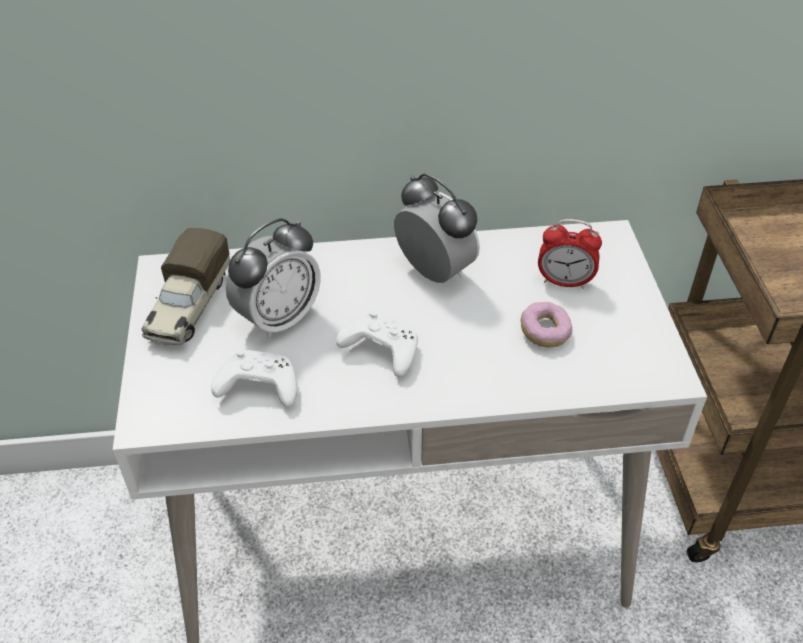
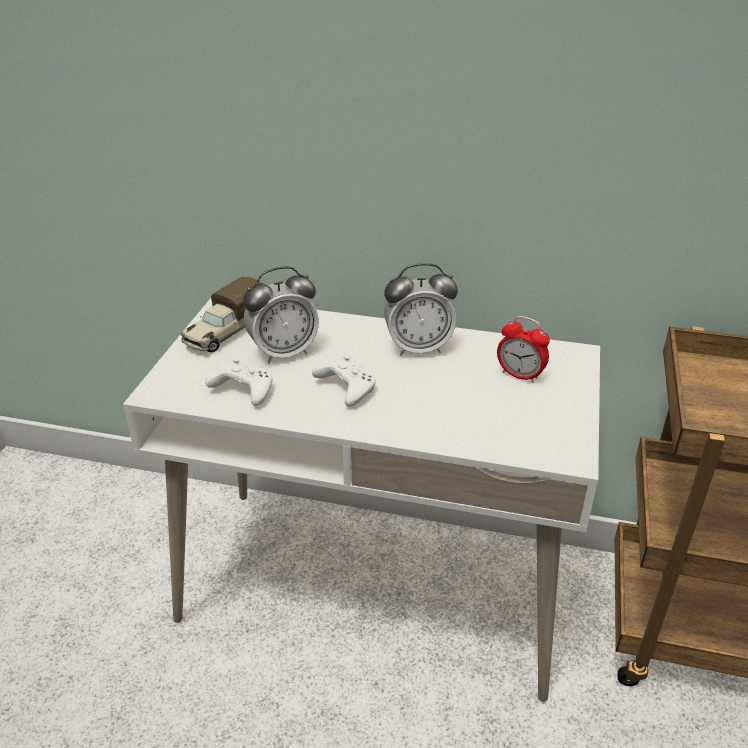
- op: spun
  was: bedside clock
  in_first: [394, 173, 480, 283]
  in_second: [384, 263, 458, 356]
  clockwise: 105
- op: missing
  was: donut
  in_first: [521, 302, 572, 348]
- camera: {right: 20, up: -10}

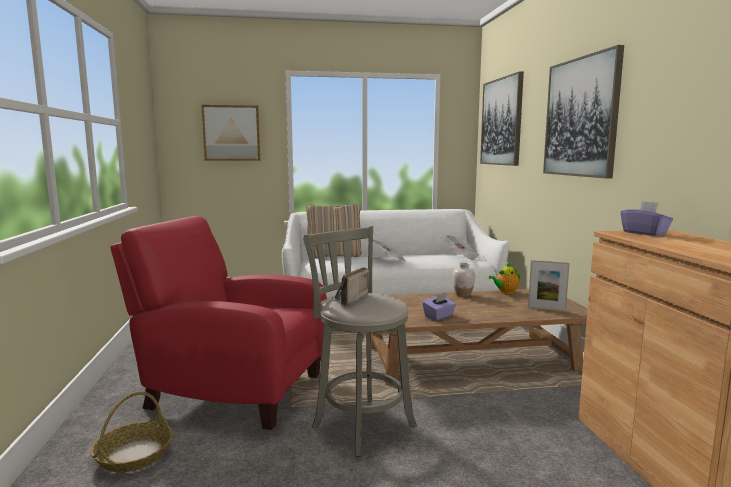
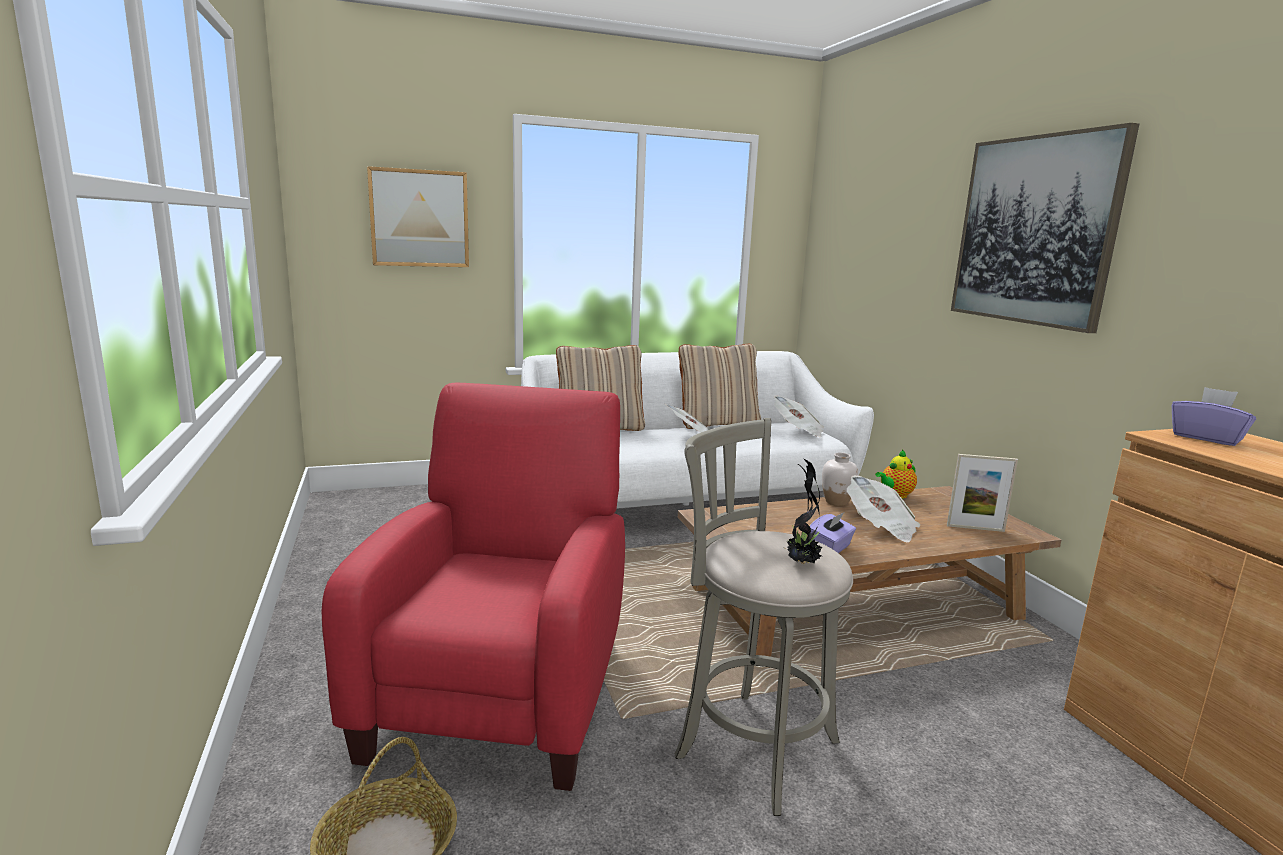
- op: spun
  was: red-coloured lounge chair
  in_first: [110, 216, 327, 430]
  in_second: [322, 383, 625, 791]
  clockwise: 90
- op: appeared
  now: sand-coloured cushion
  in_second: [679, 344, 761, 429]
- op: appeared
  now: potted plant
  in_second: [786, 458, 822, 564]
- op: appeared
  now: daily paper
  in_second: [847, 475, 920, 543]
- op: missing
  was: radio receiver
  in_first: [334, 267, 369, 306]
- op: missing
  was: wall picture
  in_first: [480, 71, 524, 166]
- camera: {right: -10, up: 5}

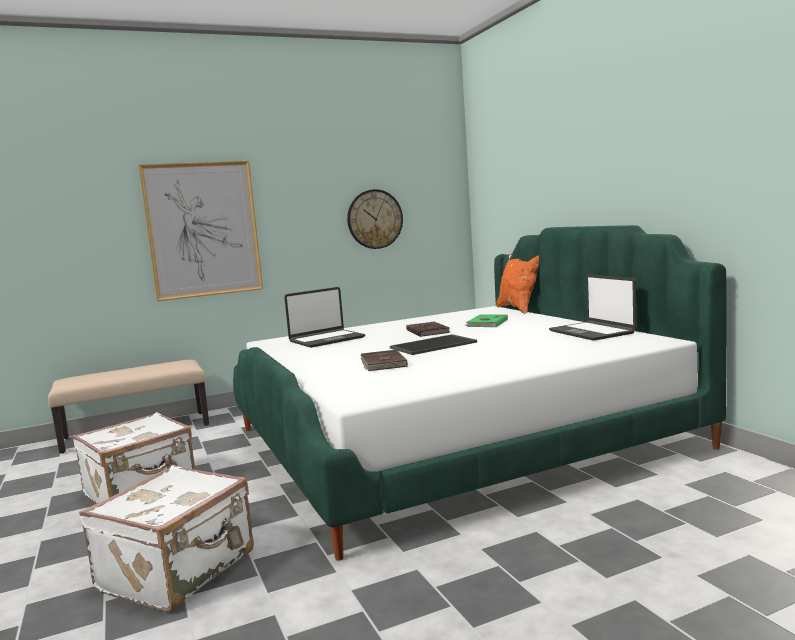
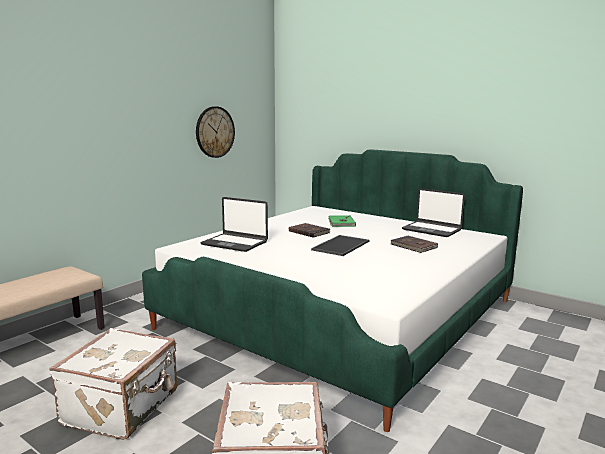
- op: spun
  was: portable computer
  in_first: [284, 287, 365, 348]
  in_second: [200, 197, 268, 252]
  clockwise: 90
- op: relocated
  was: brown-coloured volume
  in_first: [360, 349, 408, 371]
  in_second: [391, 236, 438, 253]
- op: missing
  was: wall picture
  in_first: [139, 161, 263, 301]
- op: missing
  was: orangey cushion
  in_first: [496, 253, 539, 314]
- camera: {right: -30, up: 5}

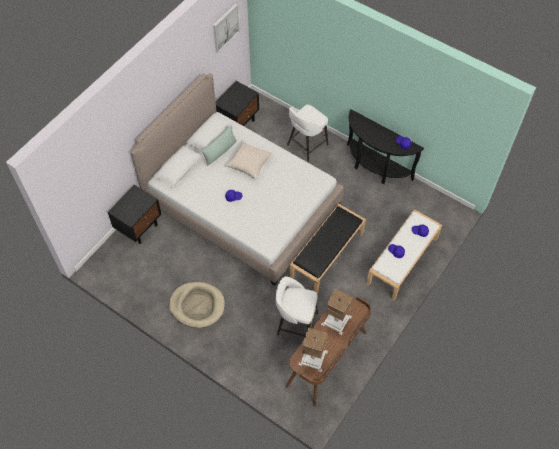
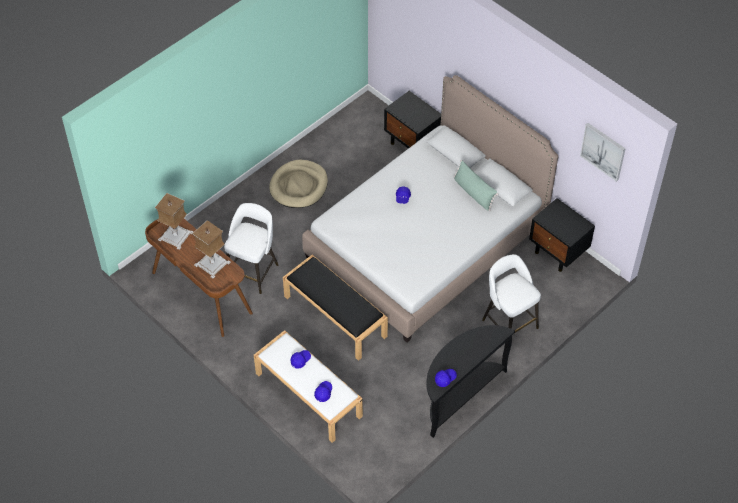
- op: missing
  was: sand-coloured cushion
  in_first: [225, 141, 273, 179]
- camera: {right: 100, up: -5}

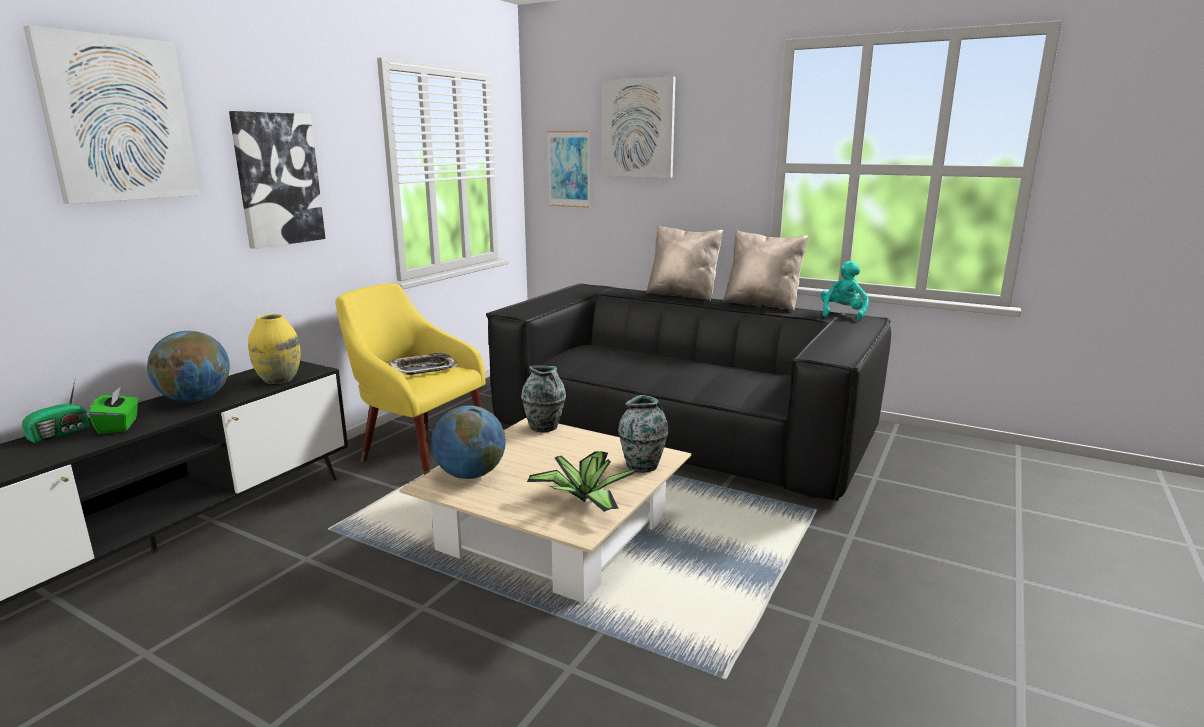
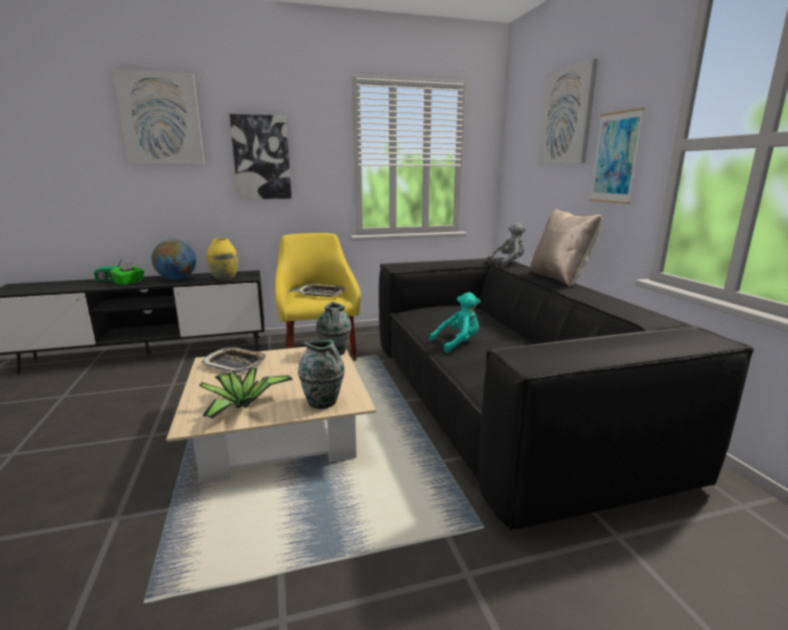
- op: exchanged
  was: desk globe
  now: serving tray
  in_first: [431, 405, 506, 479]
  in_second: [201, 347, 266, 373]
- op: relocated
  was: blue-green plush toy
  in_first: [820, 261, 869, 321]
  in_second: [430, 292, 481, 353]
- op: appeared
  now: grey plush toy
  in_second: [486, 223, 526, 267]
- op: relocated
  was: wall picture
  in_first: [548, 131, 590, 208]
  in_second: [590, 108, 645, 204]
- op: missing
  was: sand-coloured cushion
  in_first: [722, 230, 808, 311]
- camera: {right: 45, up: 0}

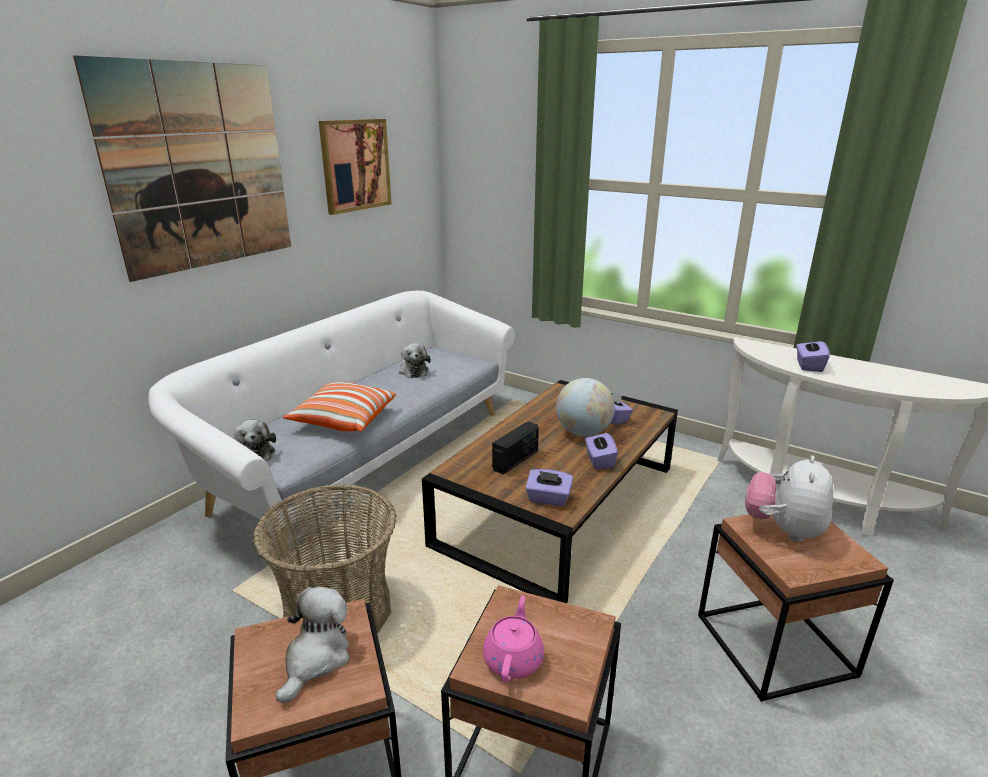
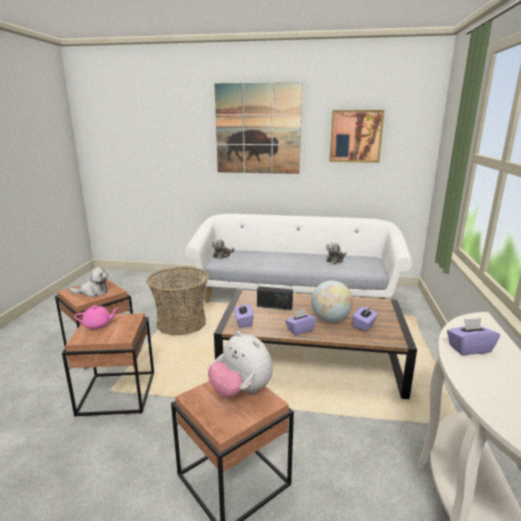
- op: spun
  was: plush toy
  in_first: [745, 456, 833, 542]
  in_second: [208, 331, 273, 398]
  clockwise: -135
- op: missing
  was: cushion
  in_first: [283, 382, 396, 432]
- camera: {right: 65, up: -5}

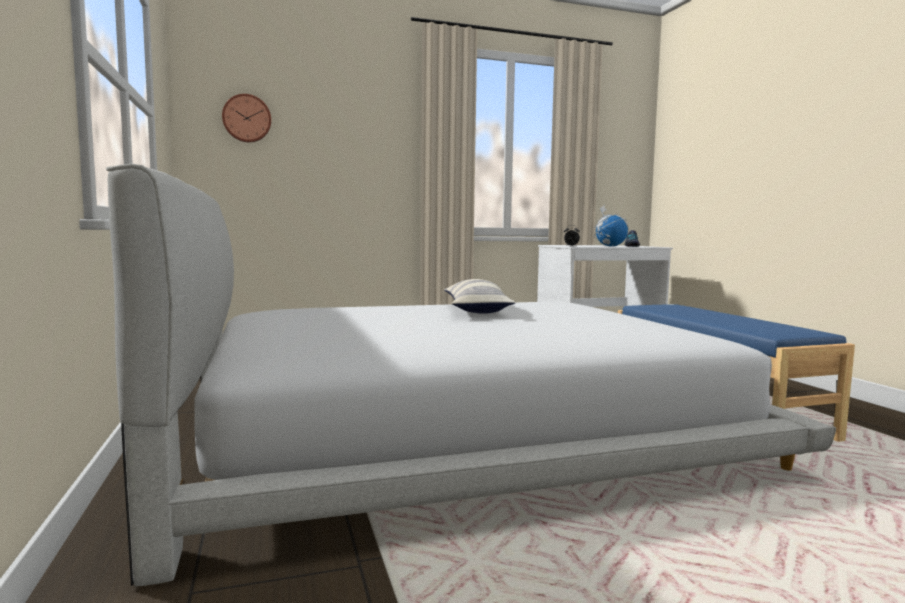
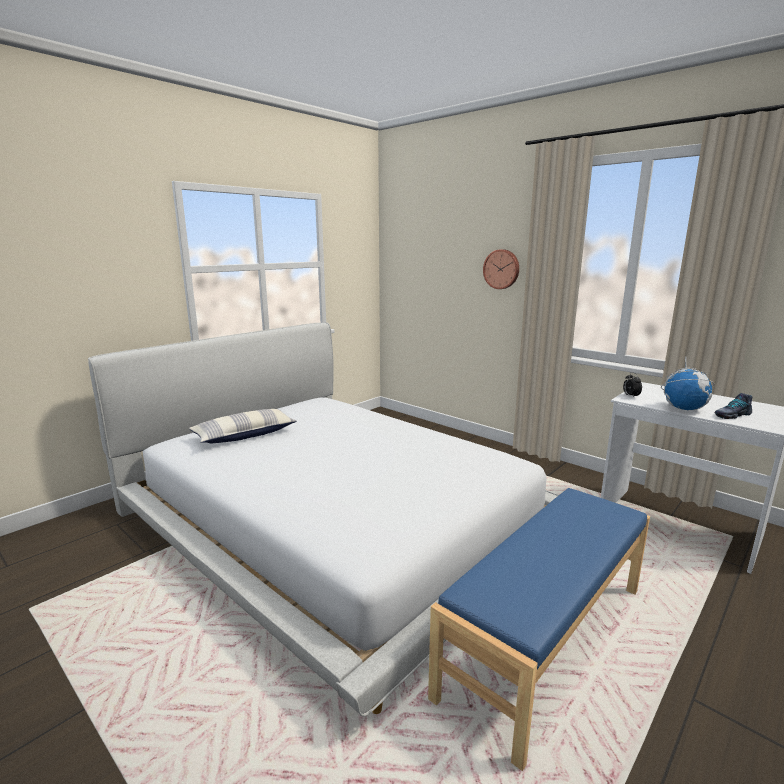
- op: relocated
  was: cushion
  in_first: [444, 279, 515, 314]
  in_second: [189, 409, 297, 443]
- op: relocated
  was: clock on the wall
  in_first: [222, 94, 271, 143]
  in_second: [483, 249, 519, 289]
- camera: {right: 60, up: 10}

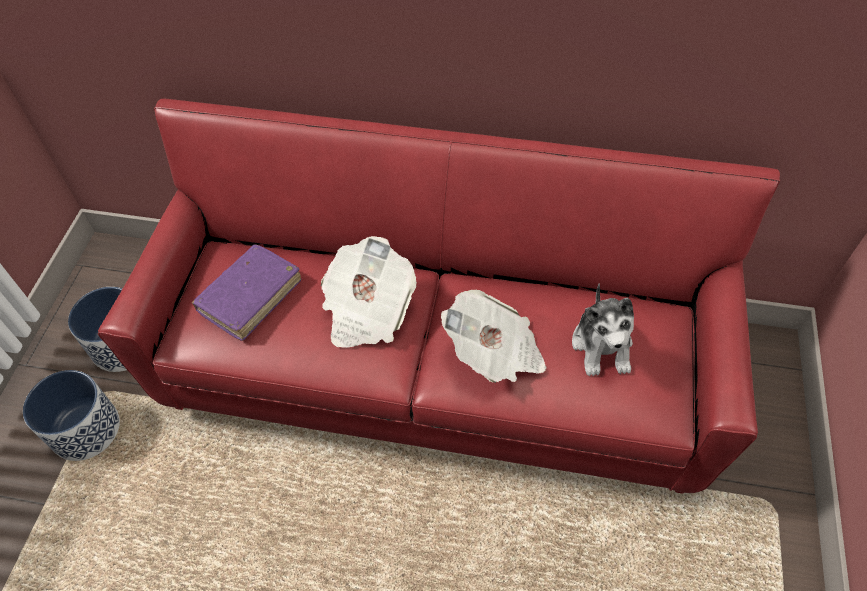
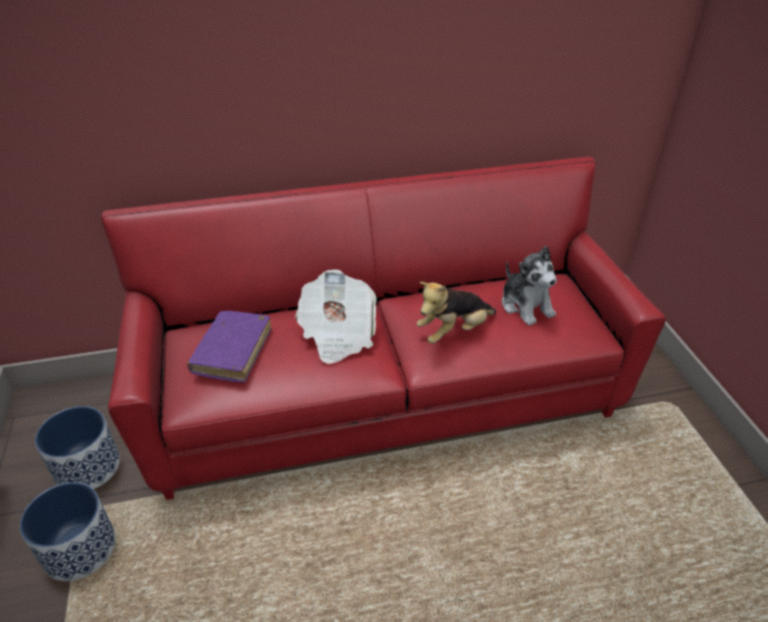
- op: exchanged
  was: daily paper
  now: plush toy
  in_first: [441, 290, 547, 383]
  in_second: [417, 282, 496, 344]
- camera: {right: -25, up: -15}

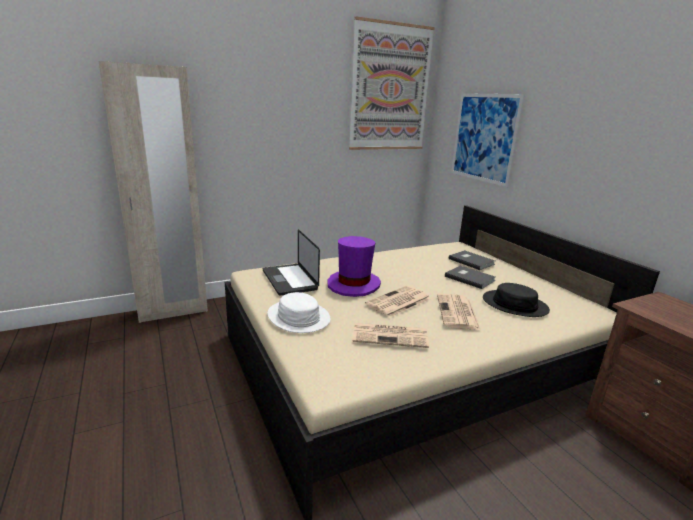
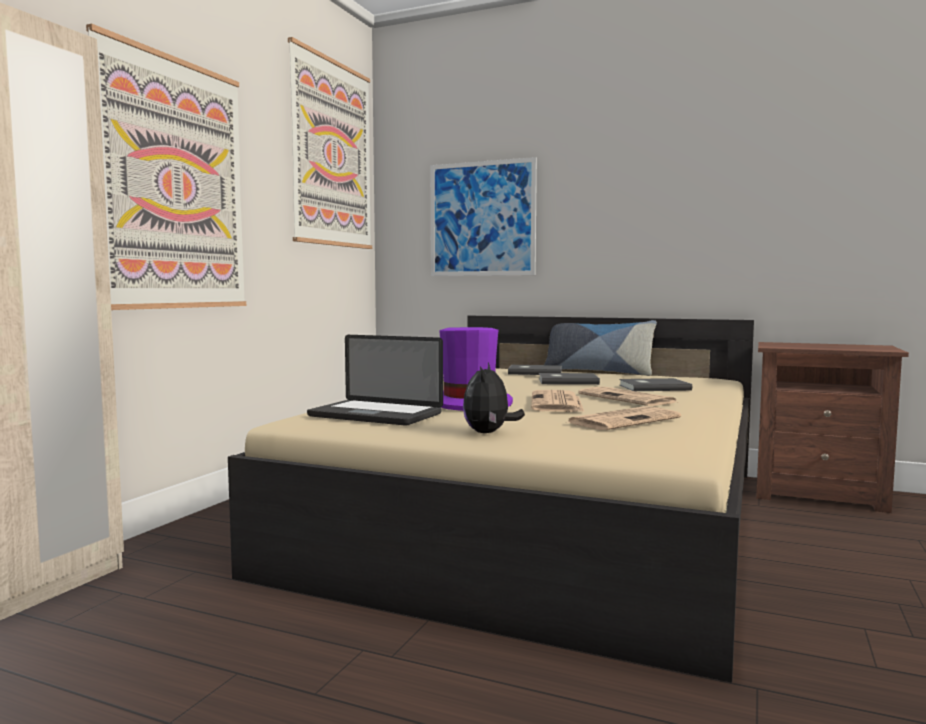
- op: appeared
  now: wall picture
  in_second: [86, 24, 246, 310]
- op: exchanged
  was: white-coloured wearable hat
  now: plush toy
  in_first: [267, 292, 331, 333]
  in_second: [463, 363, 525, 433]
- op: appeared
  now: cushion
  in_second: [544, 320, 657, 376]
- op: exchanged
  was: blackish wearable hat
  now: grey volume
  in_first: [483, 283, 550, 317]
  in_second: [619, 378, 692, 391]
- camera: {right: -40, up: -15}

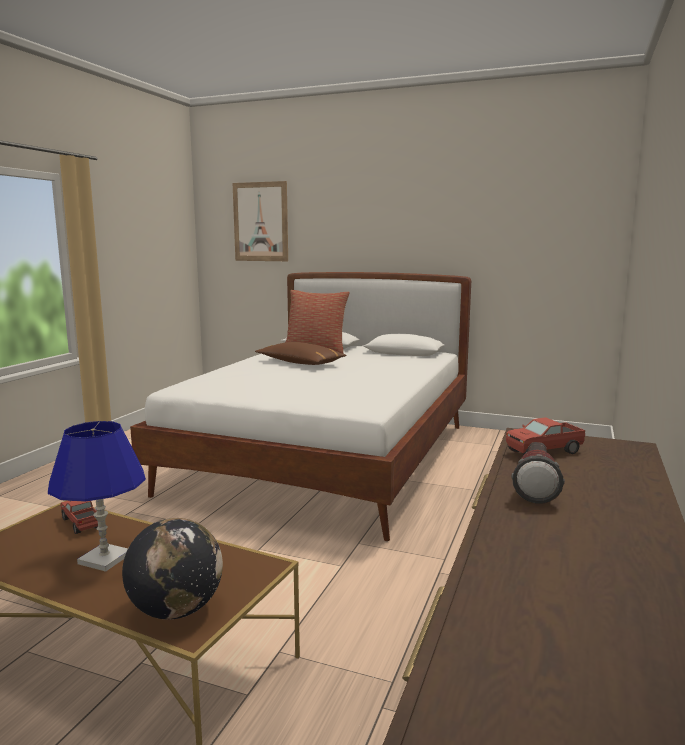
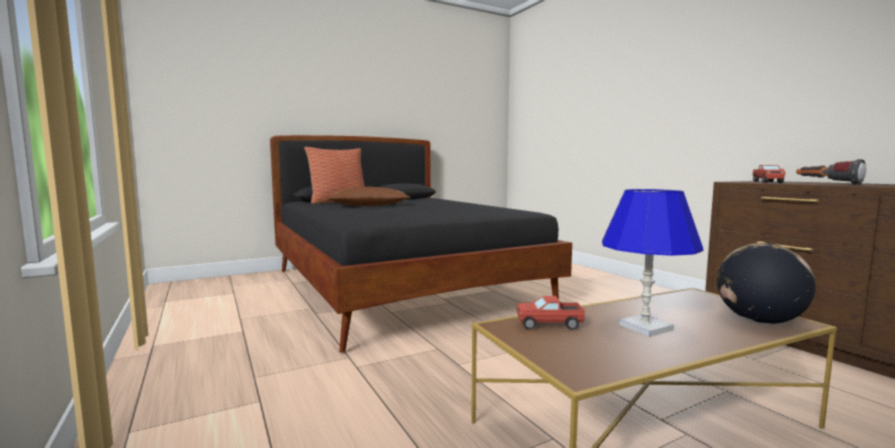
- op: colour
  was: white-coloured sleeping bed
  now: blackish sleeping bed
  in_first: [130, 272, 471, 541]
  in_second: [270, 135, 572, 352]
- op: missing
  was: wall picture
  in_first: [233, 181, 288, 261]
- camera: {right: -50, up: -5}

